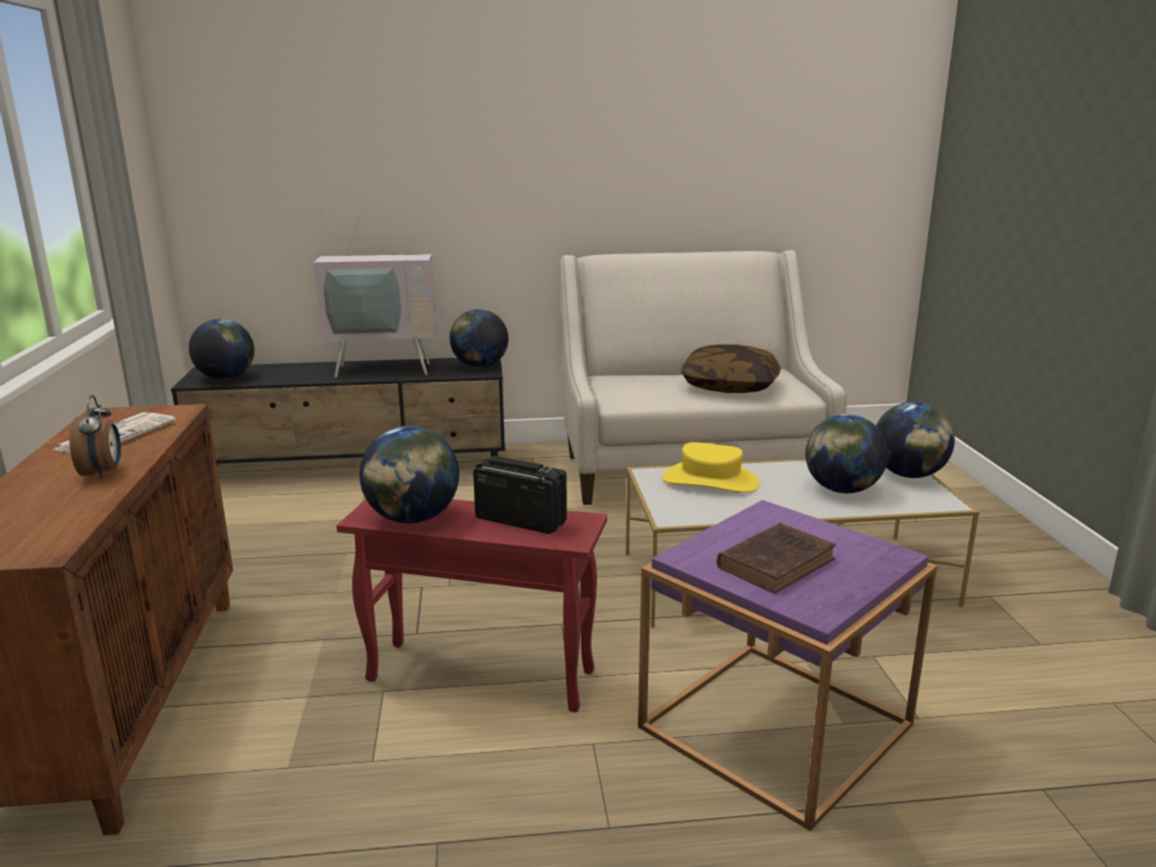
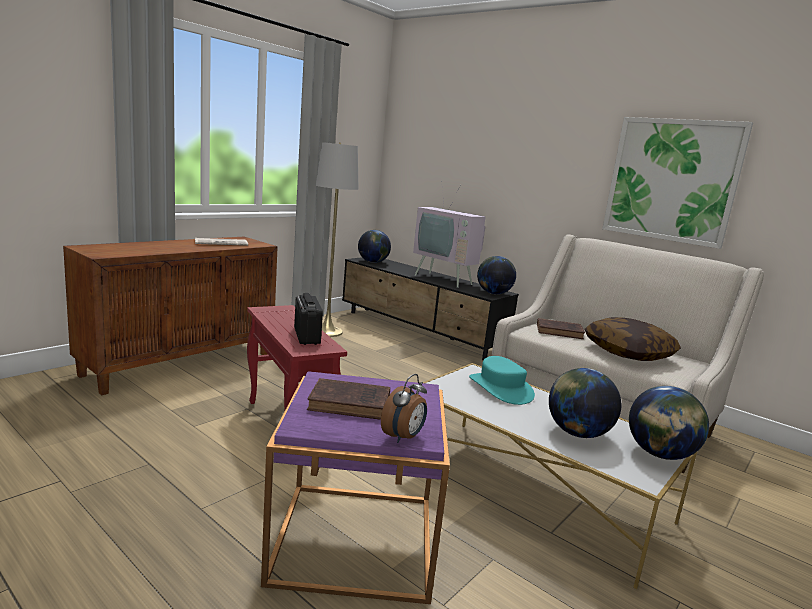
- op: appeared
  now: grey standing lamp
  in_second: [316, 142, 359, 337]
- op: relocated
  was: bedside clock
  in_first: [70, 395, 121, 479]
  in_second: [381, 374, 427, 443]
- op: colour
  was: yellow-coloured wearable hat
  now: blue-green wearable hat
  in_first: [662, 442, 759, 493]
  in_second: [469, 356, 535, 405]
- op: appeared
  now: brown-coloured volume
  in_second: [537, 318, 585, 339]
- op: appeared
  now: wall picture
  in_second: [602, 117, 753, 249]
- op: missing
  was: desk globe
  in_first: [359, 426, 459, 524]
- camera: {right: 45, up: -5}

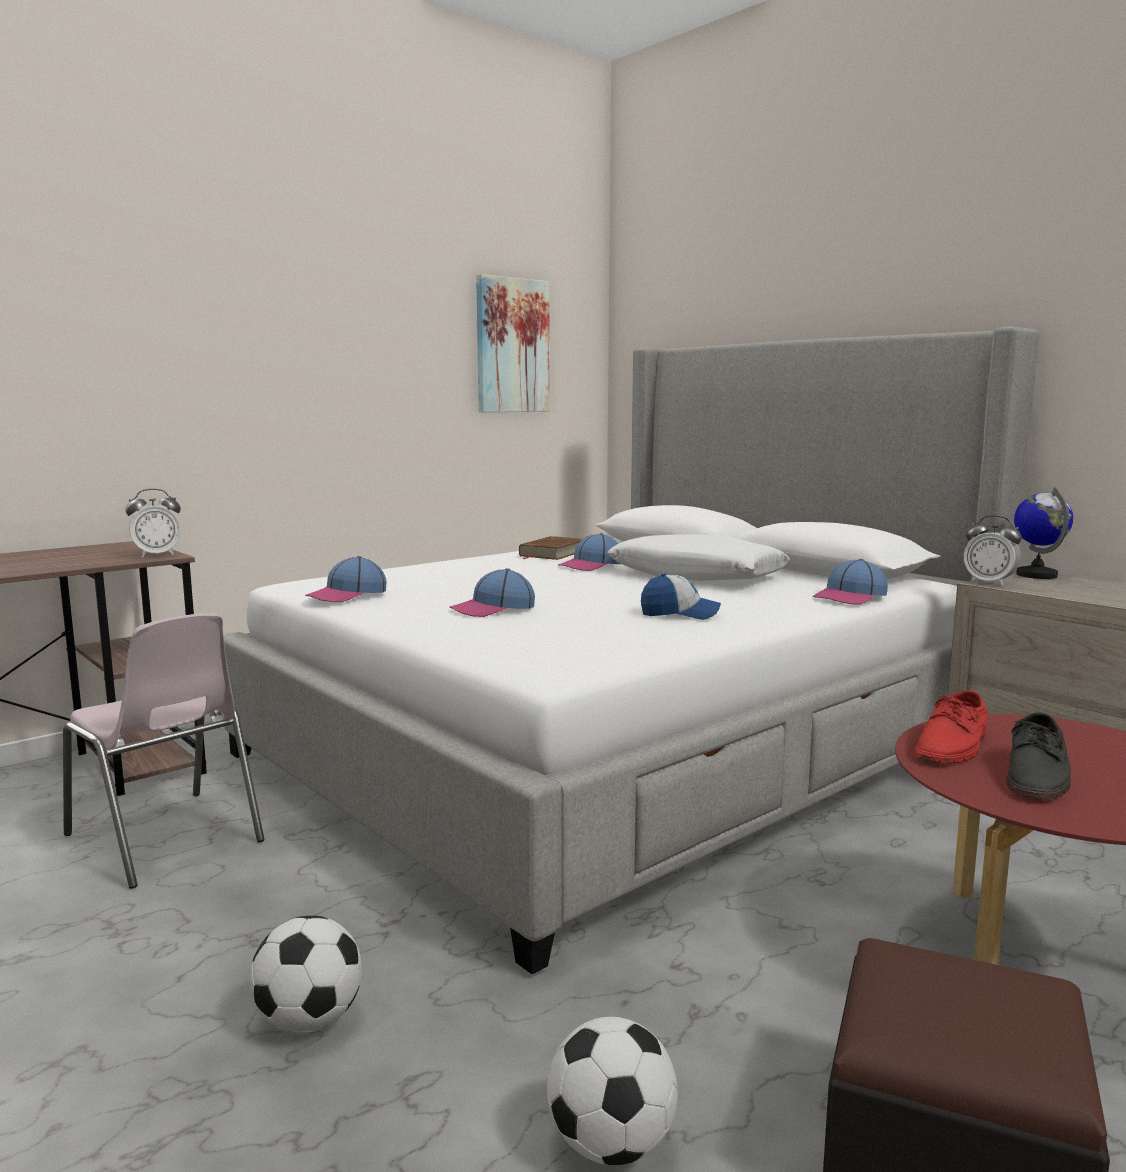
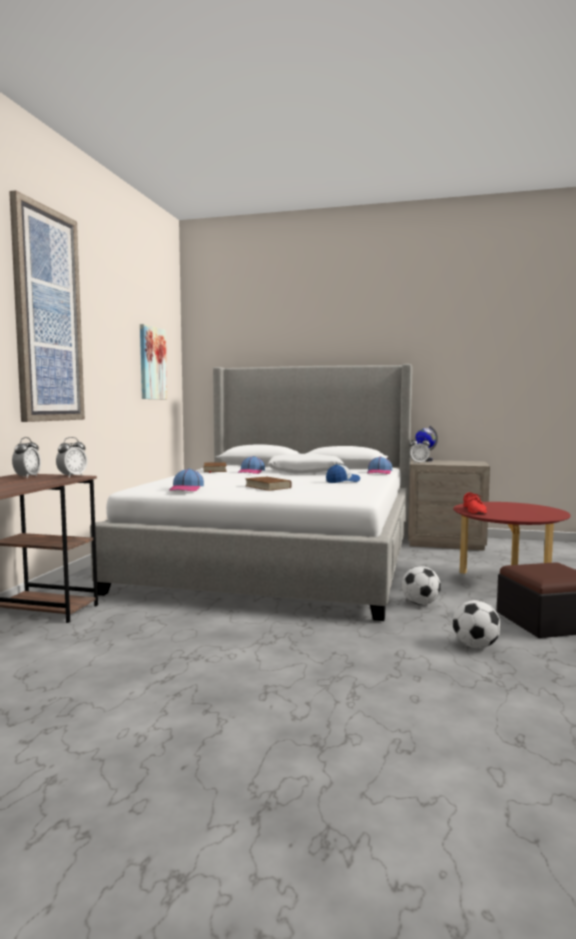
- op: appeared
  now: wall picture
  in_second: [9, 190, 85, 422]
- op: appeared
  now: bedside clock
  in_second: [12, 437, 41, 478]
- op: exchanged
  was: cap
  now: brown-coloured volume
  in_first: [449, 568, 535, 617]
  in_second: [245, 476, 292, 491]
- op: relocated
  was: football
  in_first: [250, 916, 362, 1033]
  in_second: [402, 566, 441, 605]
- op: missing
  was: pink-coloured upright chair
  in_first: [63, 613, 264, 889]
- op: missing
  was: grey item of footwear
  in_first: [1006, 713, 1071, 799]
- camera: {right: -35, up: -5}

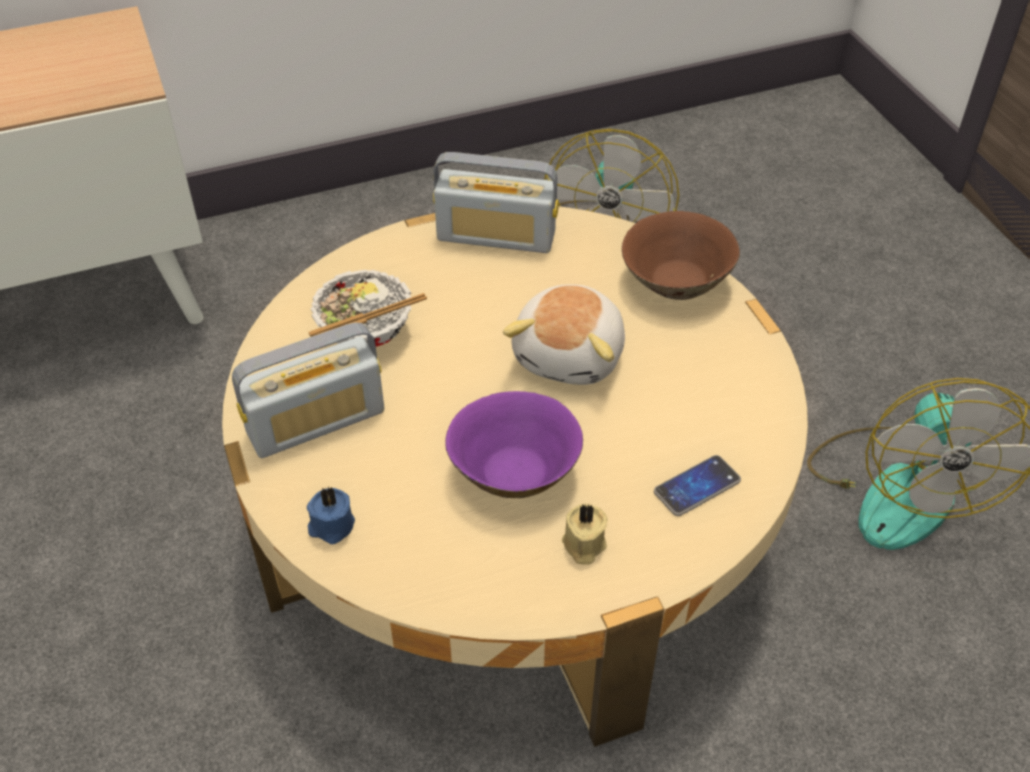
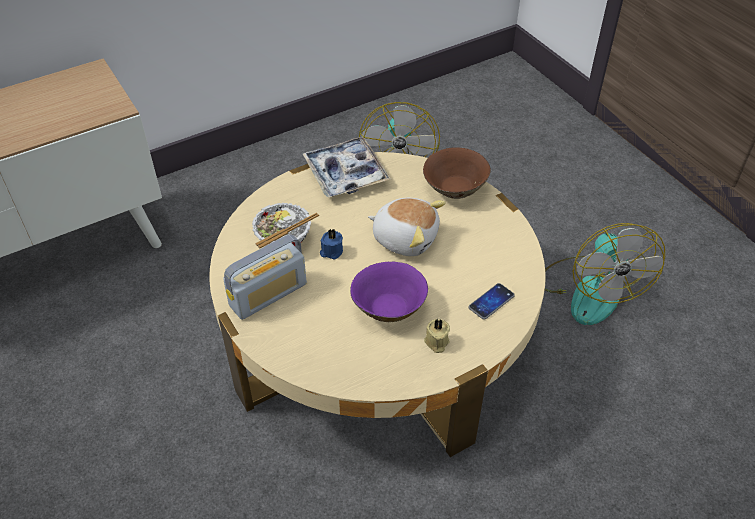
- op: exchanged
  was: radio receiver
  now: serving tray
  in_first: [433, 152, 559, 253]
  in_second: [303, 137, 391, 197]
- op: relocated
  was: blue wax light
  in_first: [307, 487, 355, 544]
  in_second: [320, 229, 343, 259]
- op: spun
  was: plush toy
  in_first: [503, 284, 625, 385]
  in_second: [368, 198, 446, 256]
  clockwise: -75
- camera: {right: -10, up: 0}

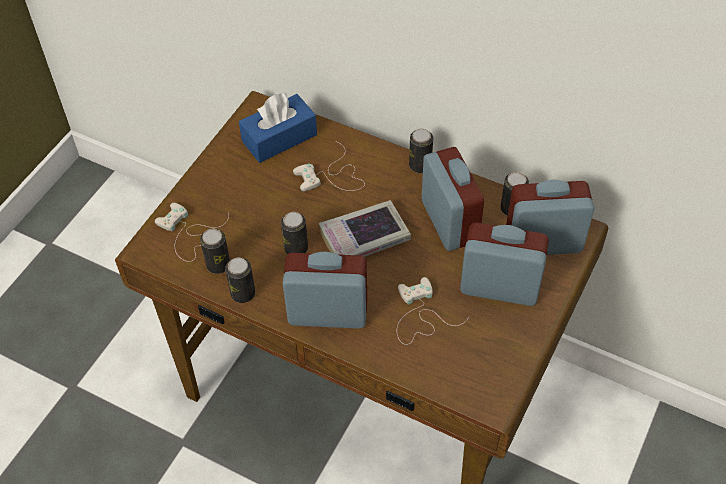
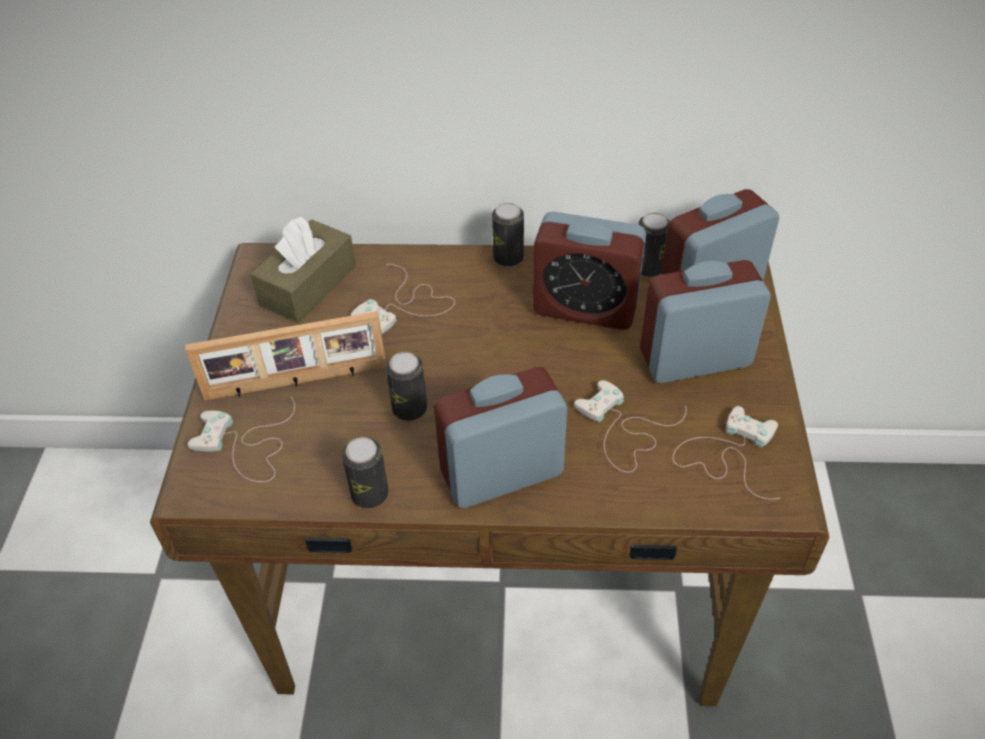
- op: appeared
  now: standing frame
  in_second: [185, 311, 386, 400]
- op: colour
  was: blue tissue box
  now: brown-coloured tissue box
  in_first: [239, 92, 317, 163]
  in_second: [250, 217, 356, 323]
- op: spun
  was: bedside clock
  in_first: [422, 147, 484, 251]
  in_second: [533, 212, 647, 330]
  clockwise: 150
- op: appeared
  now: white-coloured joypad
  in_second: [673, 406, 780, 499]
- op: missing
  was: can
  in_first: [200, 229, 230, 274]
- op: missing
  was: volume
  in_first: [319, 200, 411, 257]
- camera: {right: -25, up: -5}

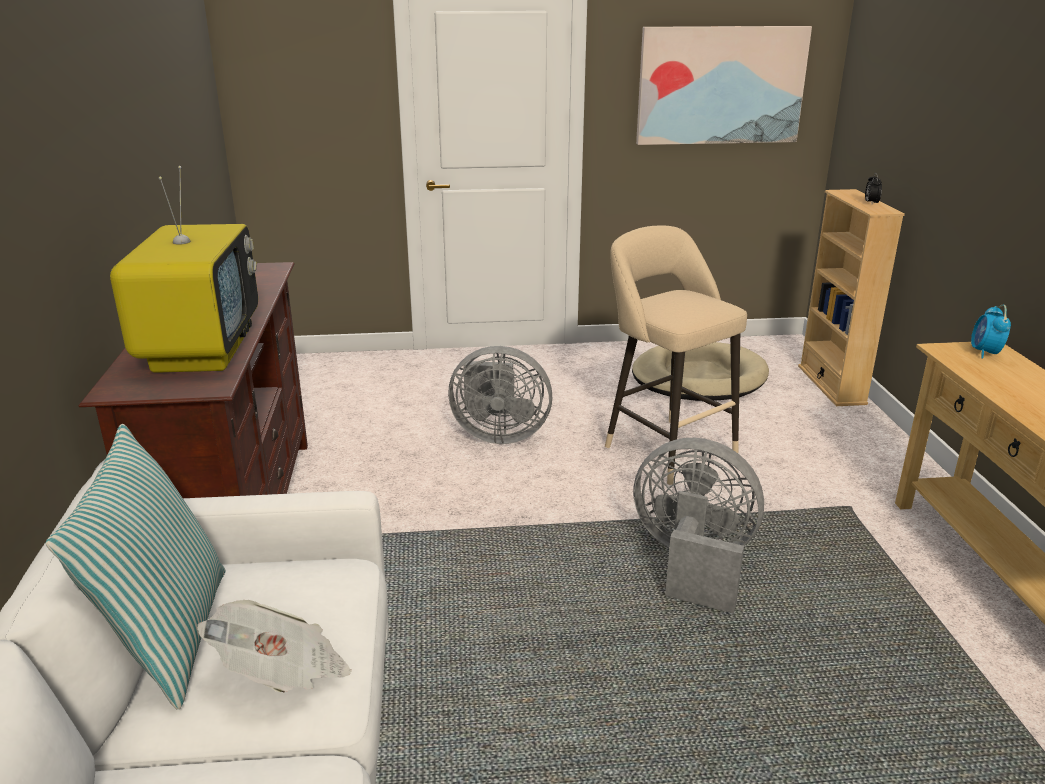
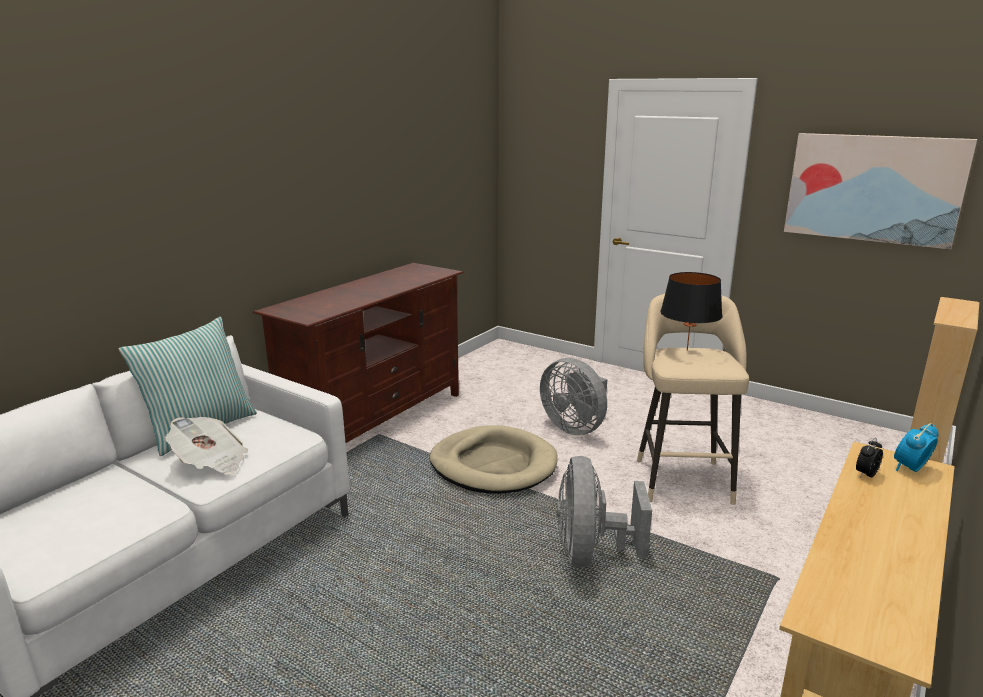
- op: relocated
  was: sand-coloured dog bed
  in_first: [632, 342, 769, 401]
  in_second: [429, 425, 558, 494]
- op: spun
  was: grey cooling fan
  in_first: [633, 438, 764, 614]
  in_second: [557, 456, 652, 567]
  clockwise: -150
- op: appeared
  now: blackish lamp for a table
  in_second: [660, 272, 722, 351]
- op: relocated
  was: bedside clock
  in_first: [865, 173, 882, 203]
  in_second: [856, 438, 883, 478]
- op: missing
  was: television
  in_first: [110, 166, 258, 373]
- camera: {right: 40, up: -5}

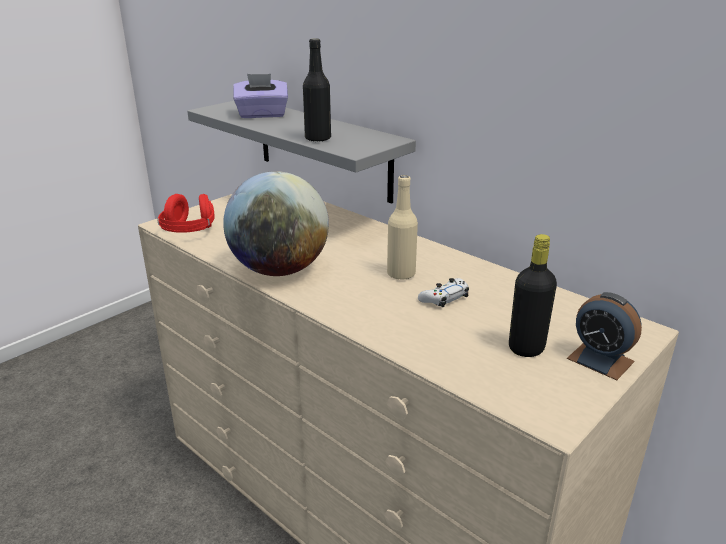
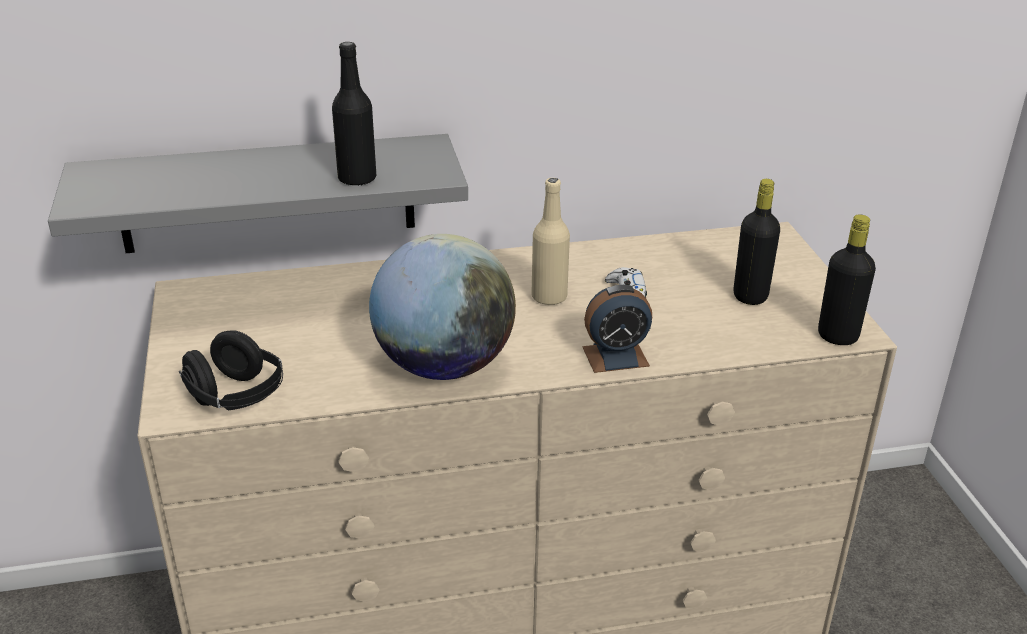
- op: colour
  was: red-coloured pair of headphones
  now: blackish pair of headphones
  in_first: [157, 194, 215, 233]
  in_second: [179, 330, 283, 410]
- op: relocated
  was: bedside clock
  in_first: [567, 292, 642, 380]
  in_second: [582, 285, 652, 373]
- op: appeared
  now: blackish beverage bottle
  in_second: [818, 215, 876, 345]
- op: missing
  was: purple tissue box
  in_first: [233, 74, 288, 118]
- camera: {right: -55, up: 5}

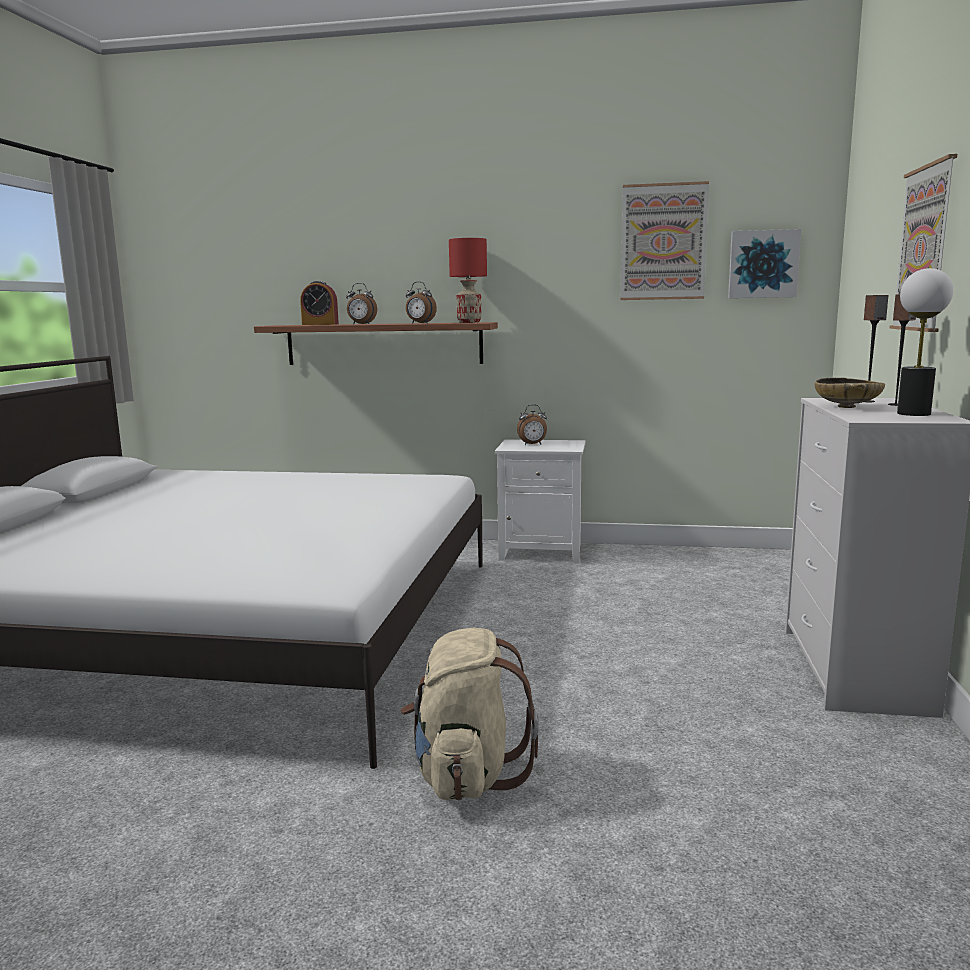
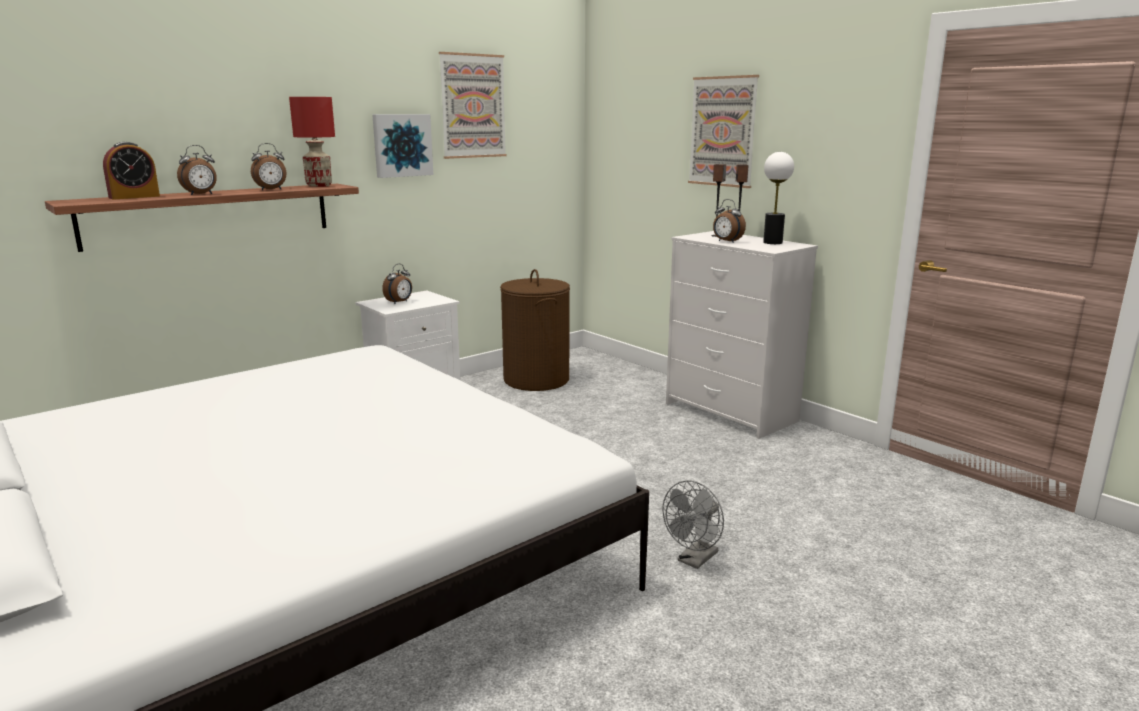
- op: relocated
  was: wall picture
  in_first: [728, 229, 801, 298]
  in_second: [372, 114, 433, 178]
- op: appeared
  now: brown-coloured washing basket
  in_second: [500, 269, 570, 391]
- op: exchanged
  was: sand-coloured knapsack
  now: grey cooling fan
  in_first: [400, 628, 539, 800]
  in_second: [662, 480, 724, 569]
- op: exchanged
  was: sand-coloured serving bowl
  now: bedside clock
  in_first: [815, 377, 885, 408]
  in_second: [713, 199, 746, 243]
- camera: {right: -50, up: 5}

